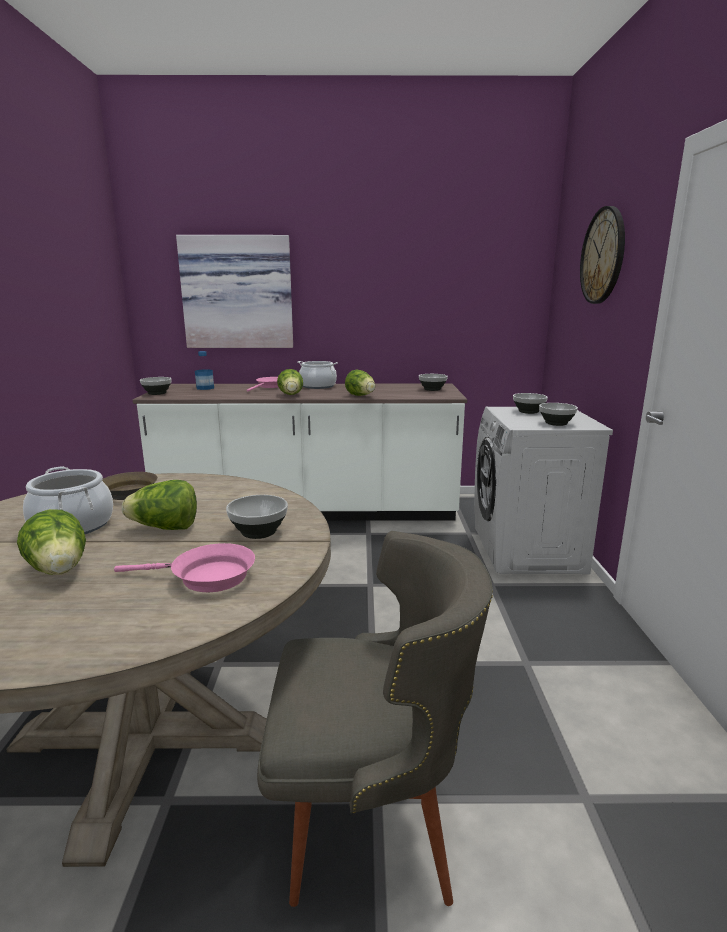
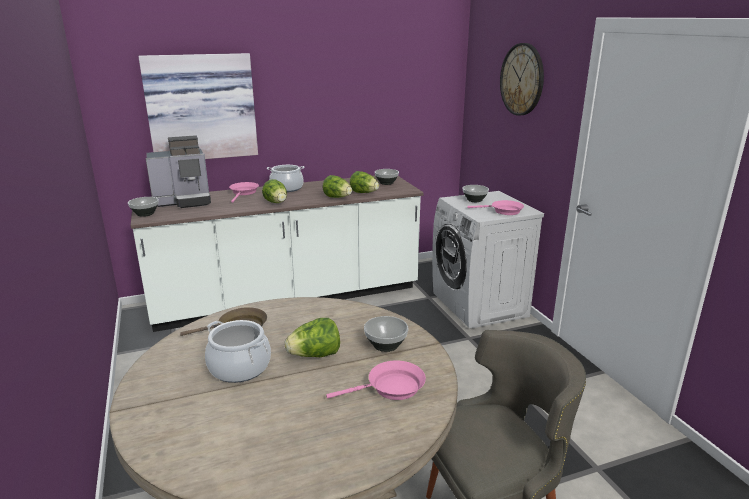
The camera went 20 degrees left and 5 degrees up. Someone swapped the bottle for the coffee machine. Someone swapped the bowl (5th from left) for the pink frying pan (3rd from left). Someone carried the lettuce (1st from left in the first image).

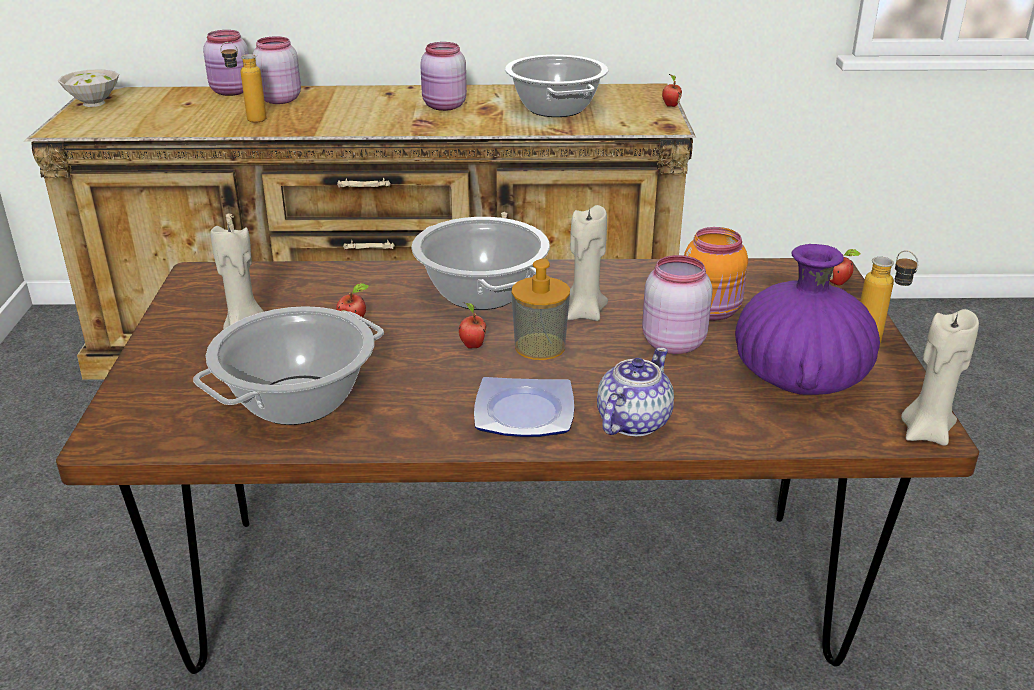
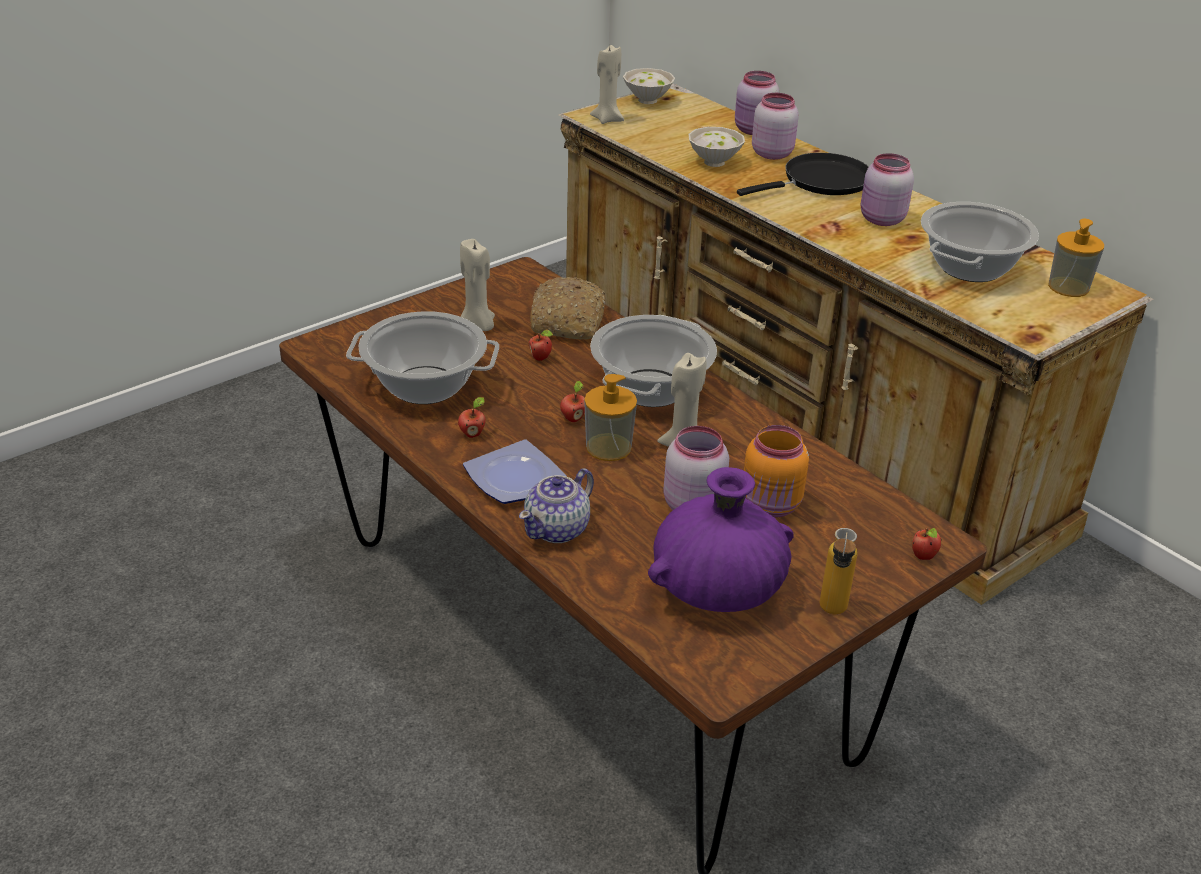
The camera went 50 degrees right and 5 degrees up. Someone swapped the bottle (1st from left) for the white bowl (2nd from left). Someone carried the apple (3rd from left in the first image). Someone carried the beige candle (3rd from left in the first image). Someone rotated the teapot by 135 degrees clockwise. Someone put down the black frying pan. Someone put down the soap dispenser (2nd from left). Someone put down the bread.

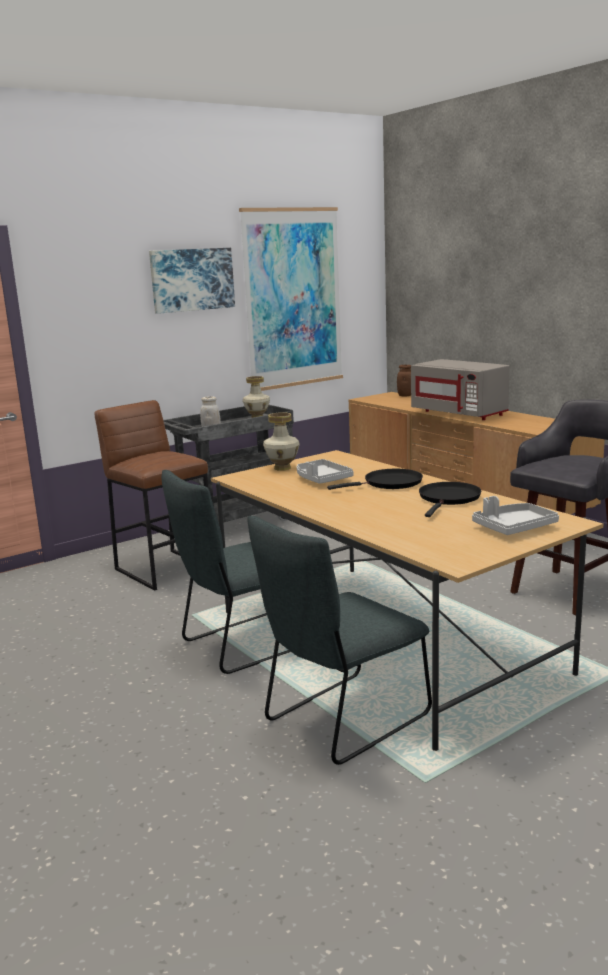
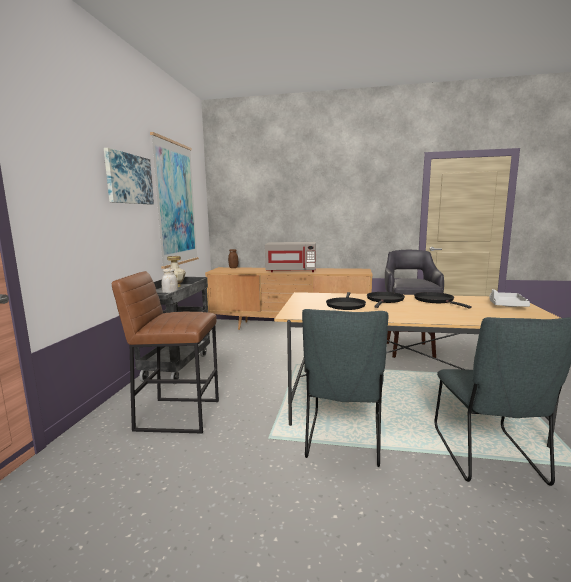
The camera went 45 degrees left and 5 degrees down. Someone took away the vase (2nd from left). Someone swapped the grey tray (1st from left) for the black frying pan (1st from left).

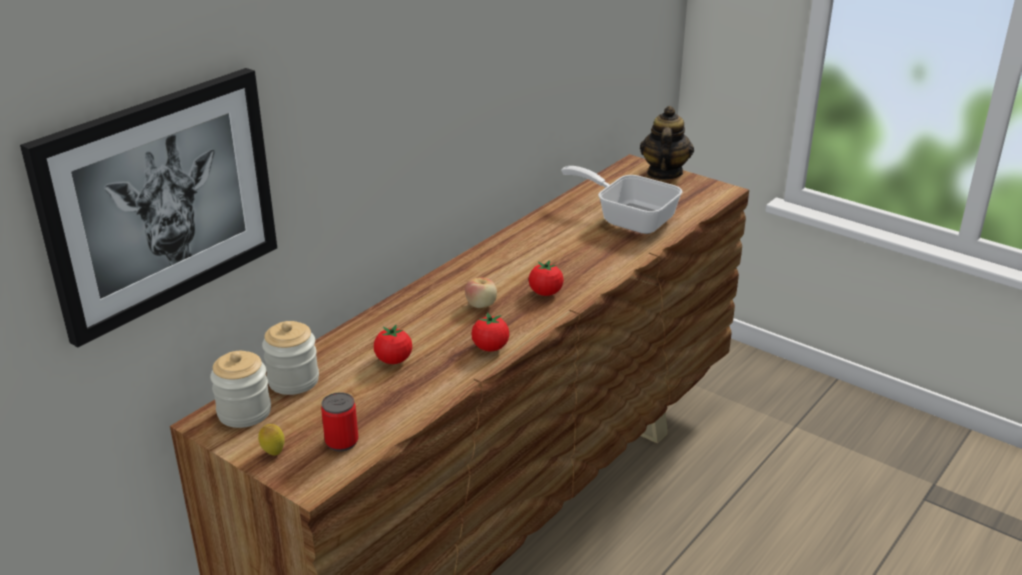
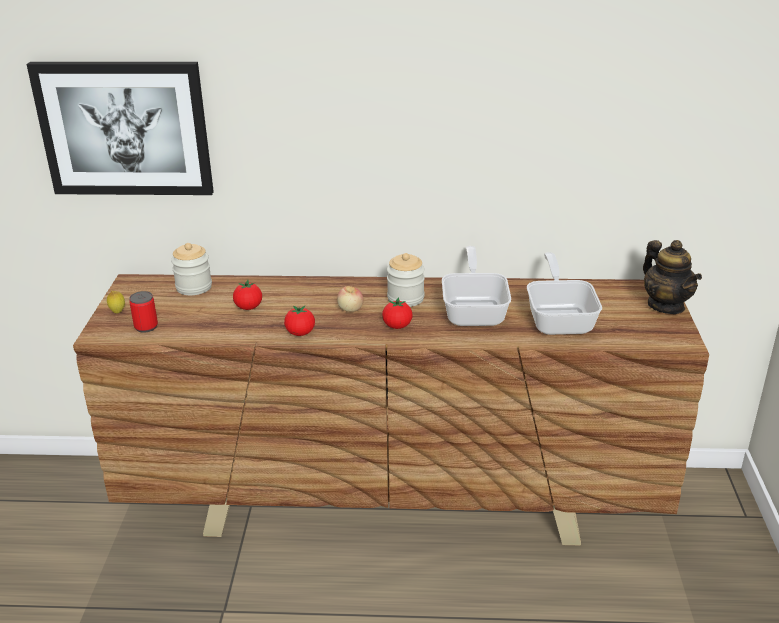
The camera went 55 degrees right and 0 degrees up. Someone rotated the teapot by 90 degrees clockwise. Someone carried the jar (1st from left in the first image). Someone put down the frying pan (1st from left).

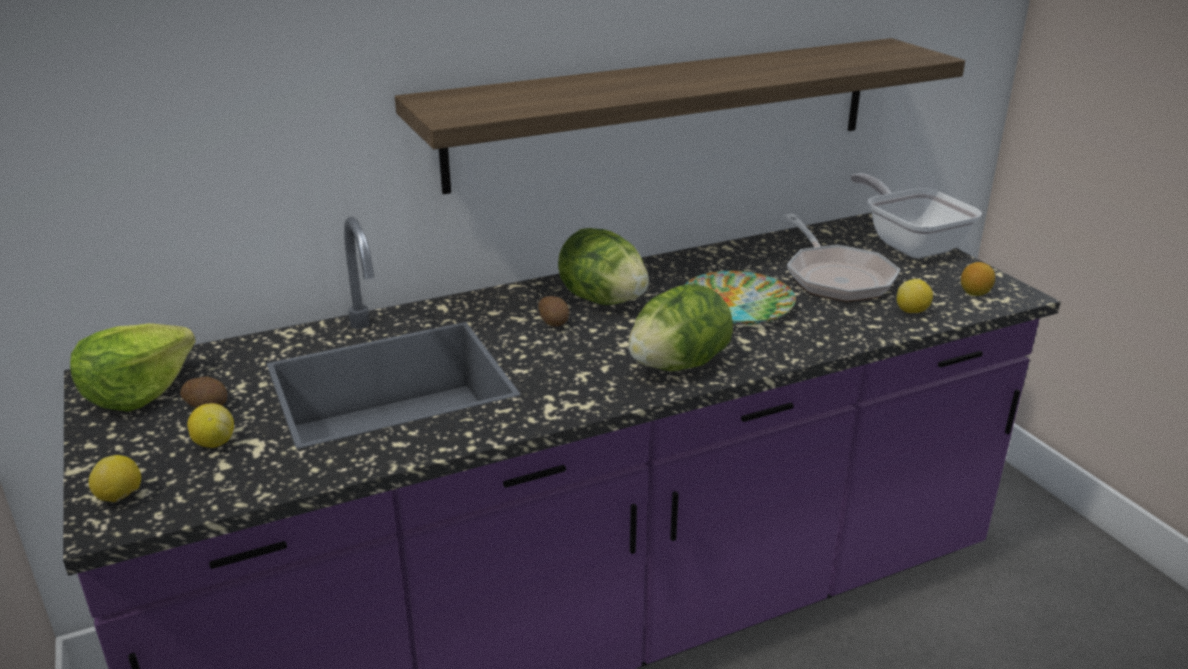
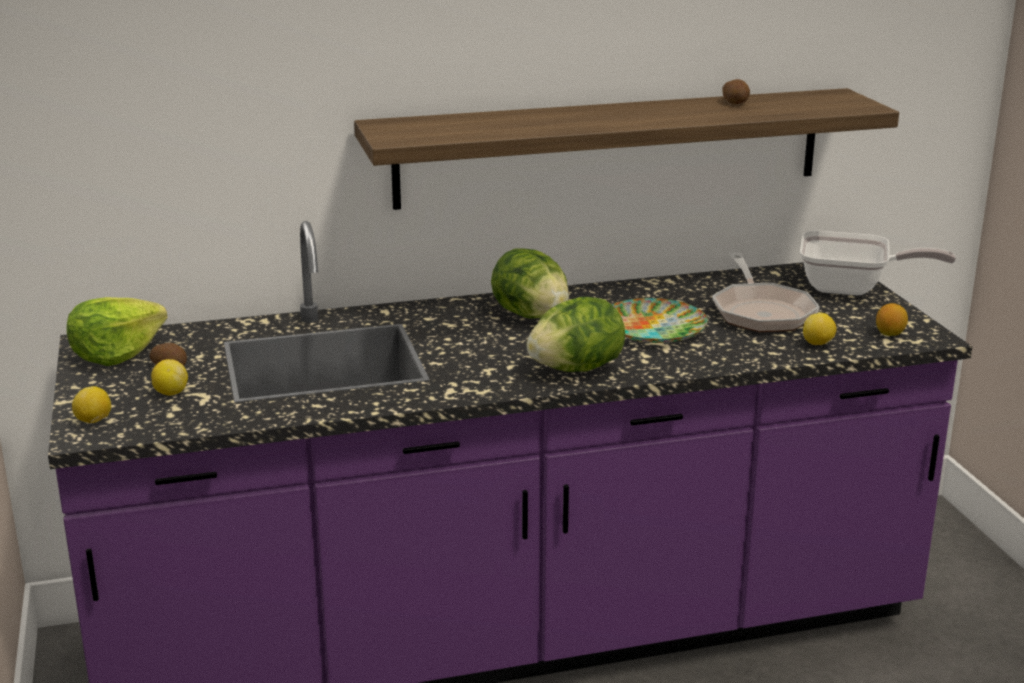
The camera went 10 degrees right and 5 degrees down. Someone rotated the frying pan (2nd from left) by 120 degrees clockwise. Someone carried the potato (2nd from left).

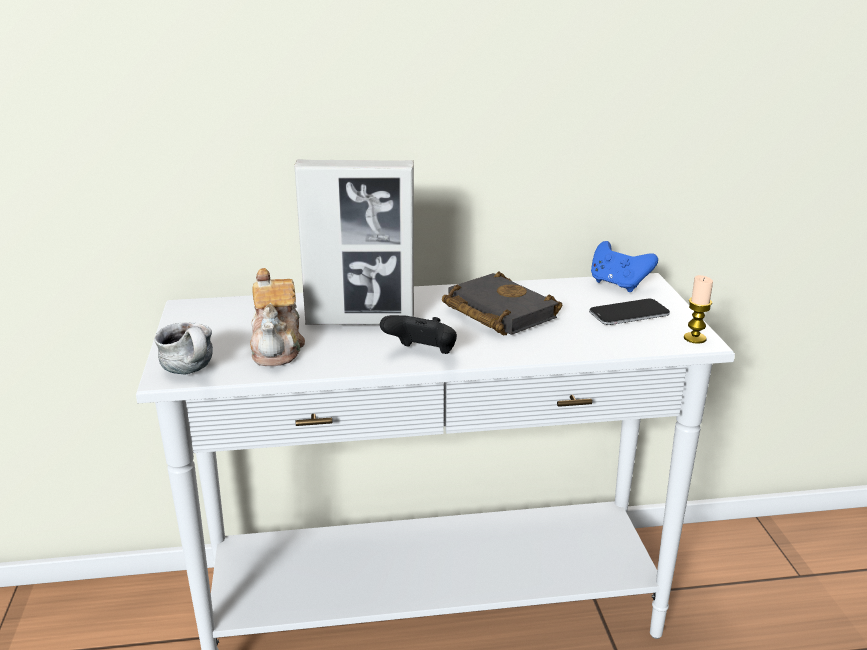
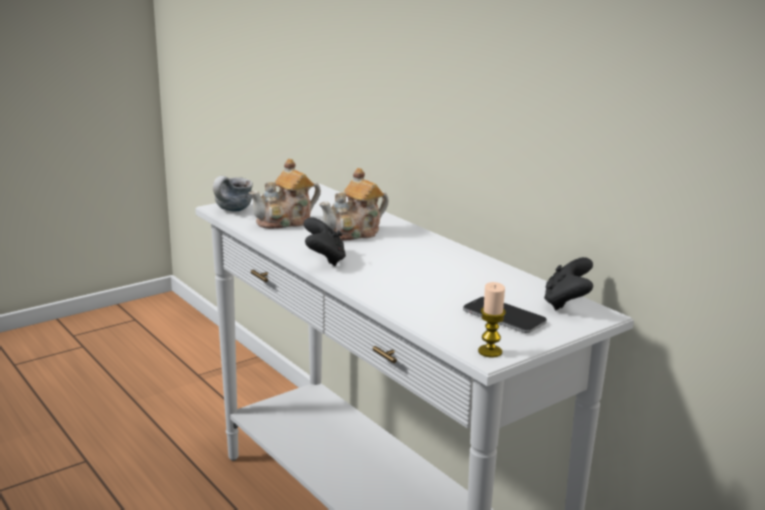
The camera went 60 degrees right and 5 degrees down. Someone swapped the picture frame for the teapot (2nd from left). Someone repainted the blue game controller, which became the black game controller (2nd from left). Someone took away the black book.

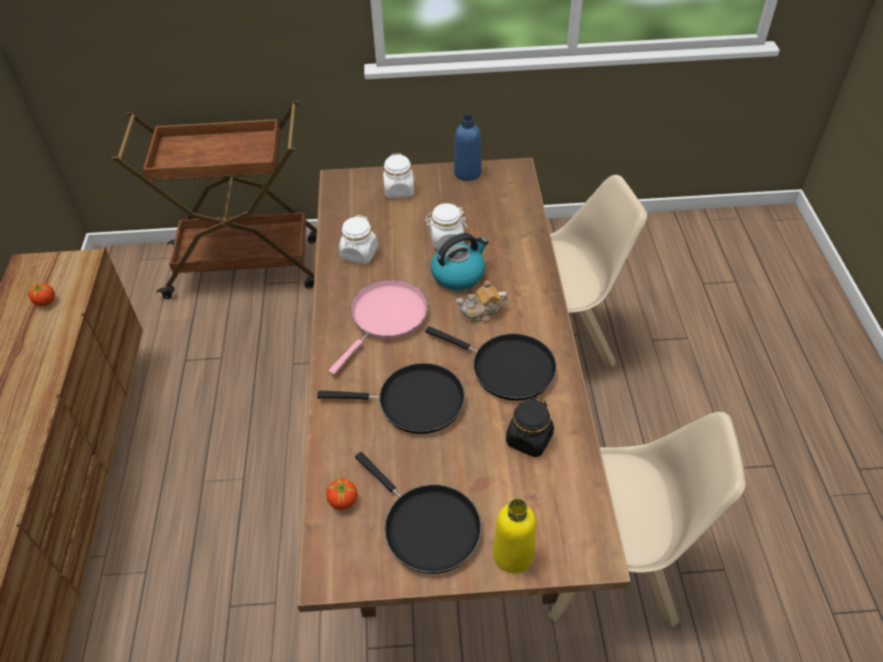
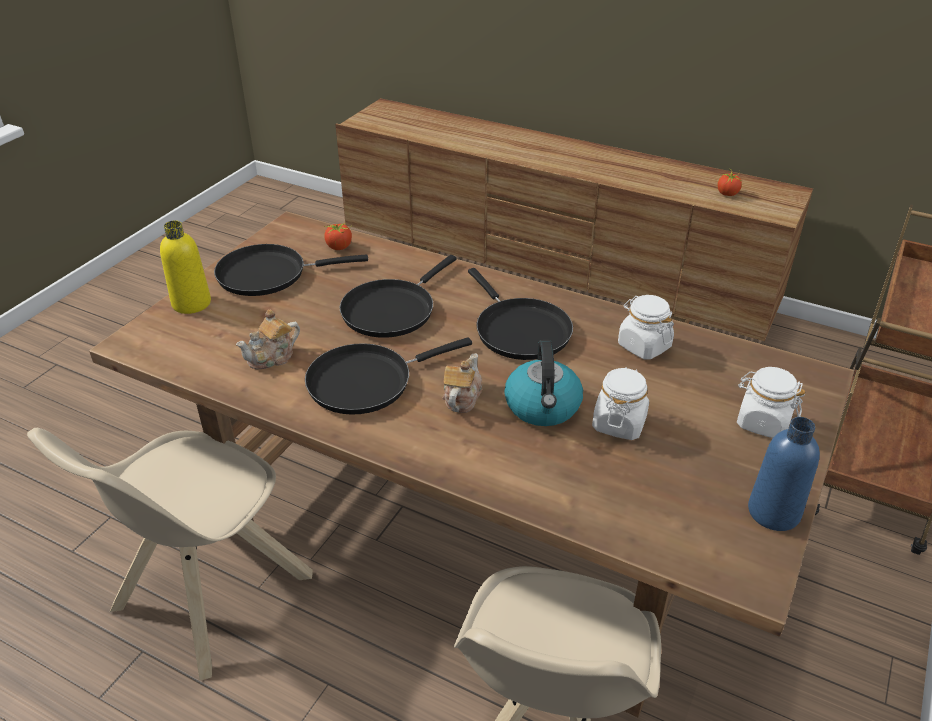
The camera went 120 degrees right and 10 degrees down. Someone repainted the pink frying pan, which became the black frying pan (4th from left). Someone swapped the black jar for the teapot (1st from left).

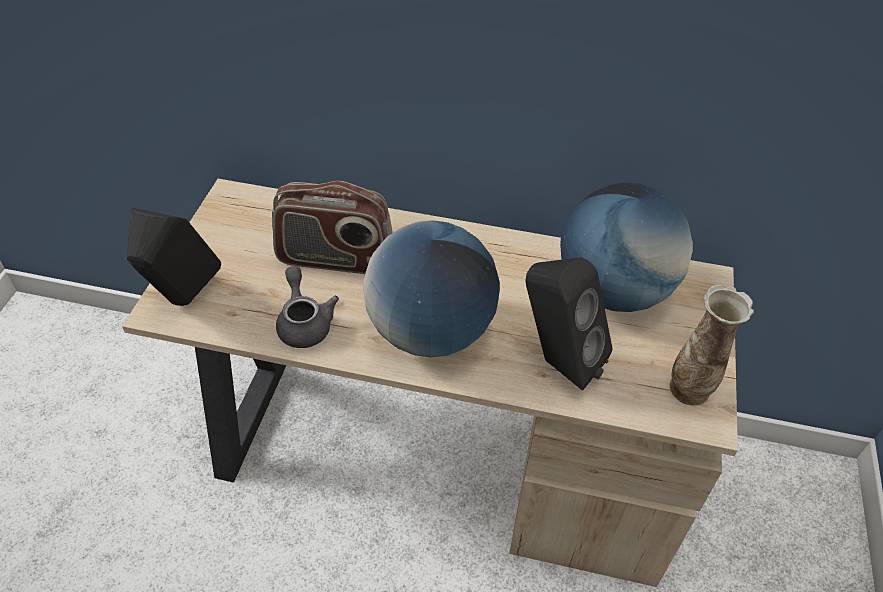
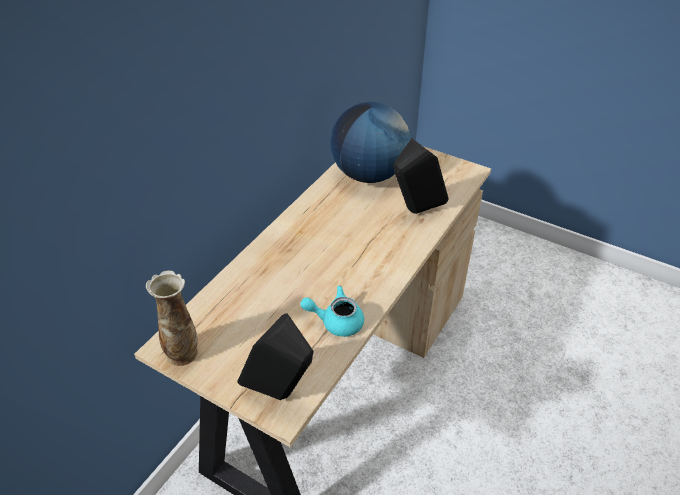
The camera went 70 degrees left and 5 degrees down. Someone took away the radio. Someone took away the globe (1st from left). Someone repainted the grey teapot, which became the turquoise teapot. Someone carried the vase.

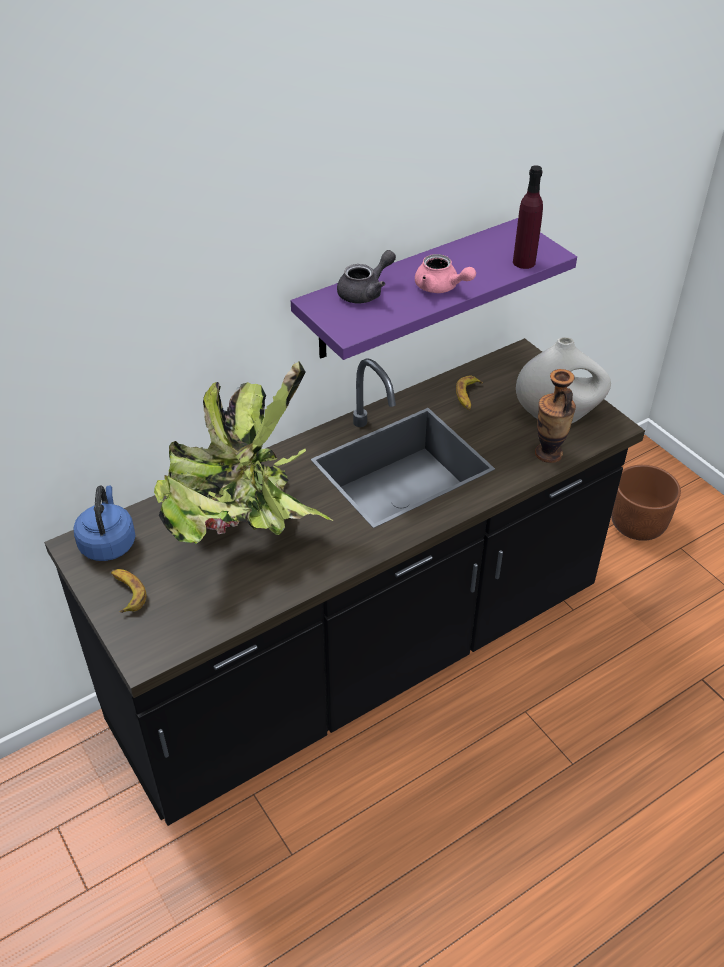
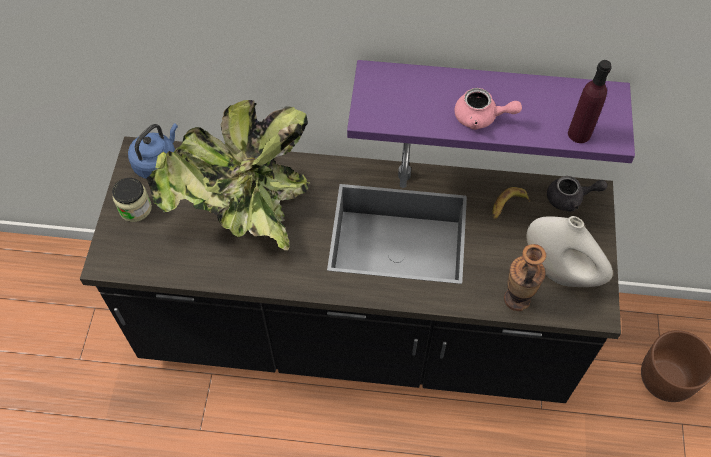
The camera went 40 degrees right and 15 degrees up. Someone carried the grey teapot. Someone rotated the pink teapot by 60 degrees counterclockwise. Someone swapped the banana (1st from left) for the jar.

